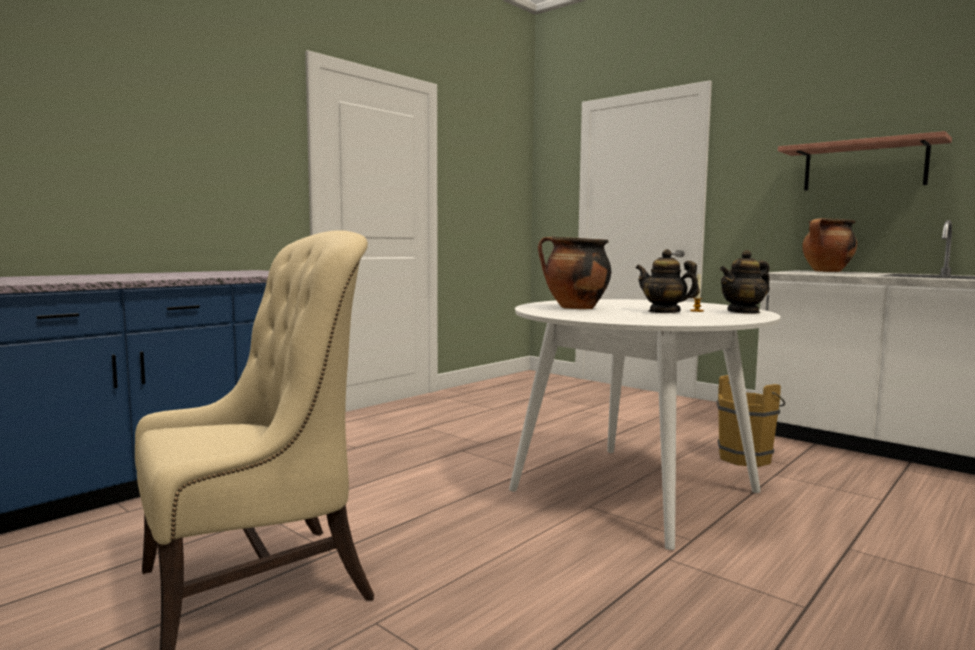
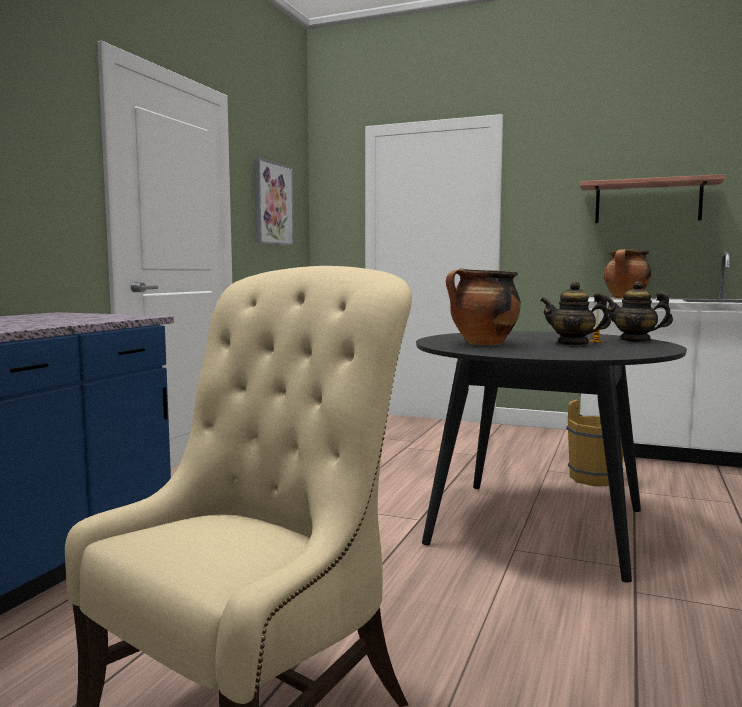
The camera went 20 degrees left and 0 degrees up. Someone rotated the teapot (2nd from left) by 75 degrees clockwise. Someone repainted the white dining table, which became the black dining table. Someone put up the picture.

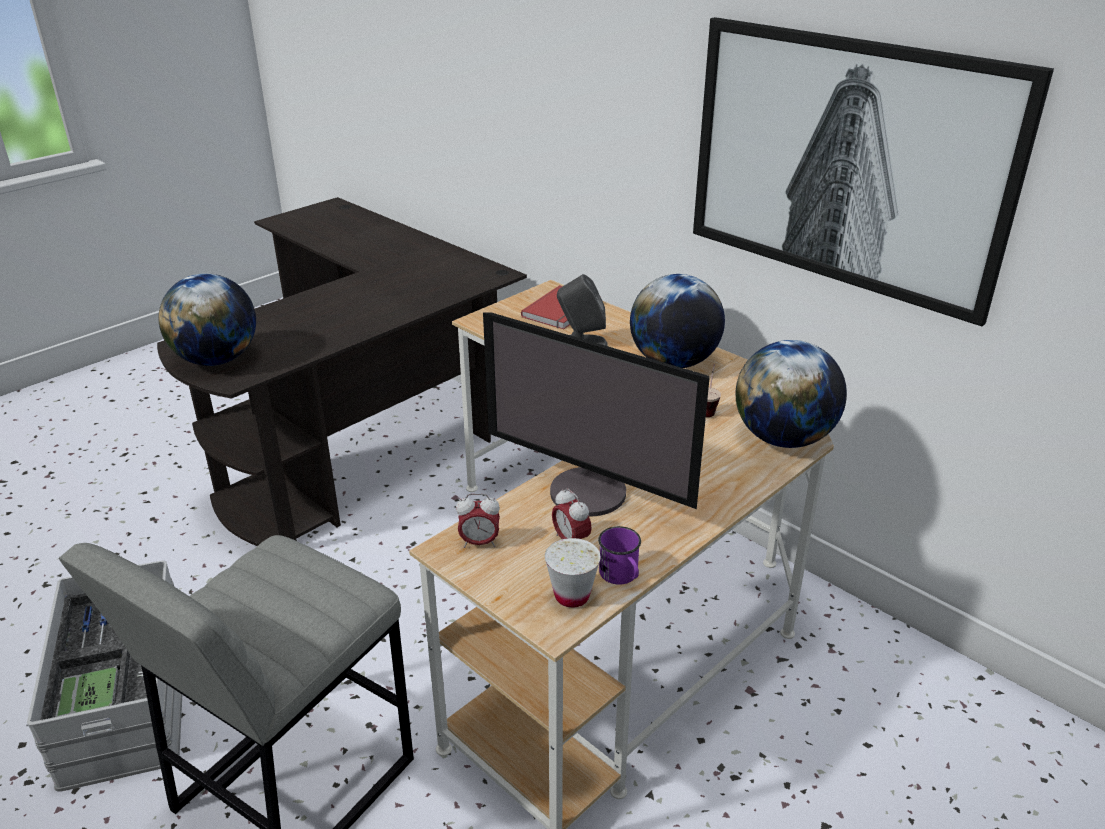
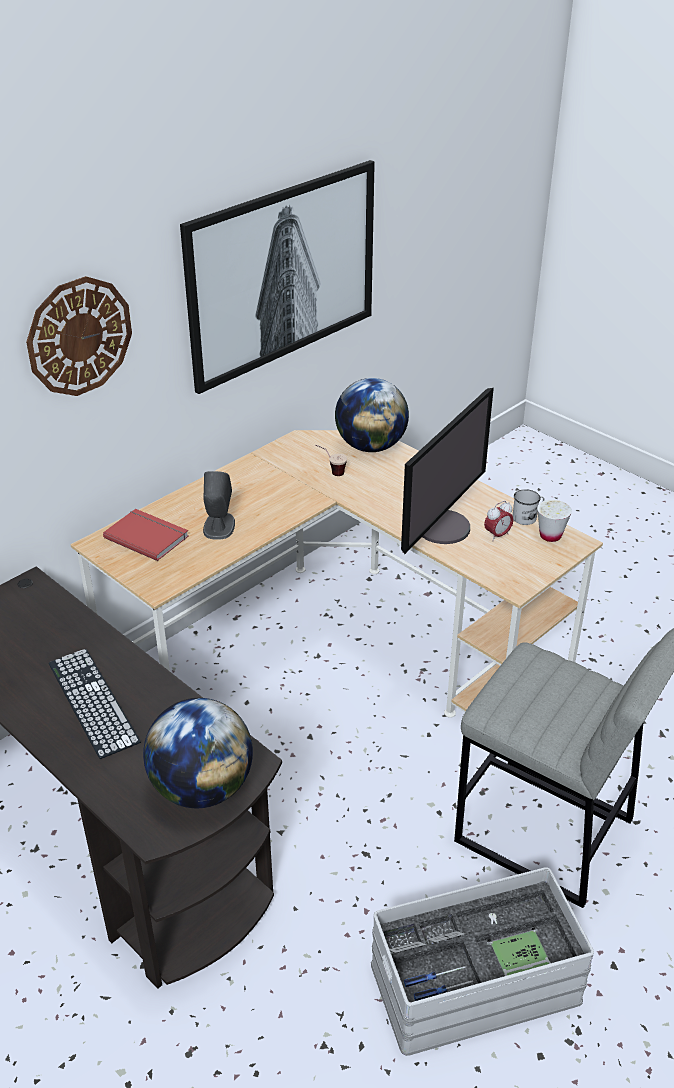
The camera went 90 degrees left and 5 degrees up. Someone took away the globe (2nd from left). Someone took away the alarm clock (1st from left). Someone repainted the purple mug, which became the white mug. Someone put up the wall clock. Someone put down the keyboard.

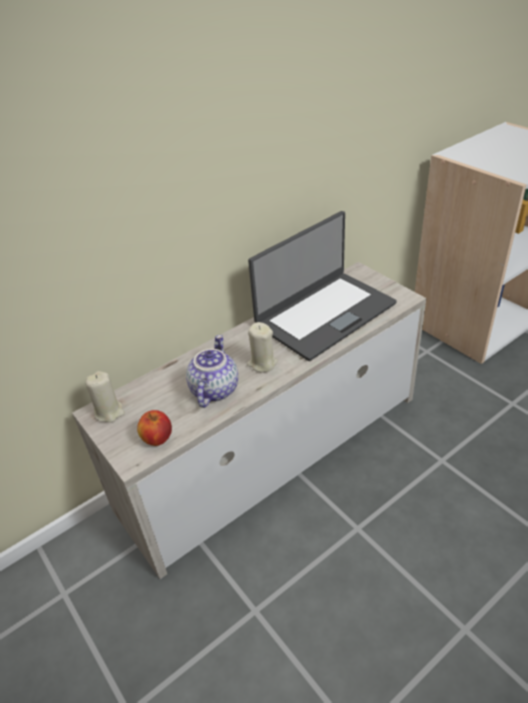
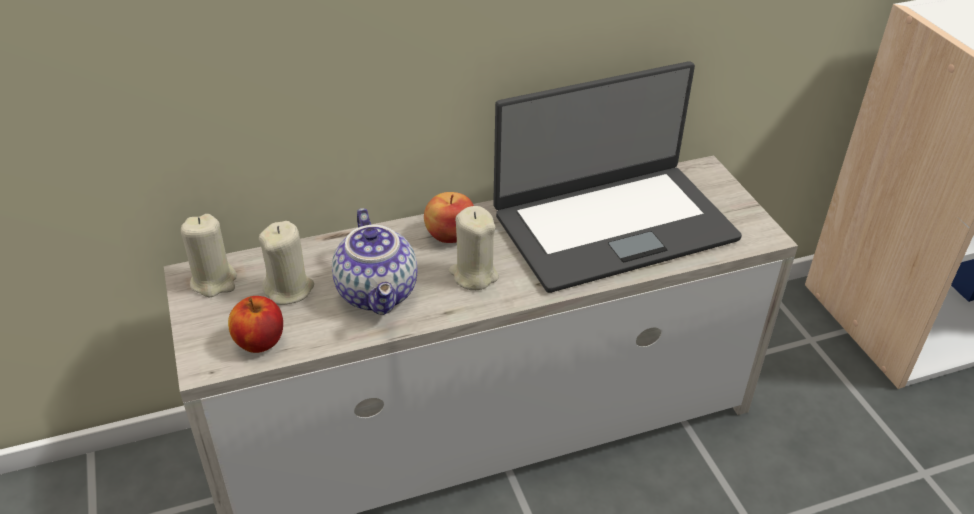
The camera went 15 degrees right and 0 degrees up. Someone rotated the teapot by 135 degrees clockwise. Someone put down the apple (2nd from left). Someone put down the beige candle (2nd from left).

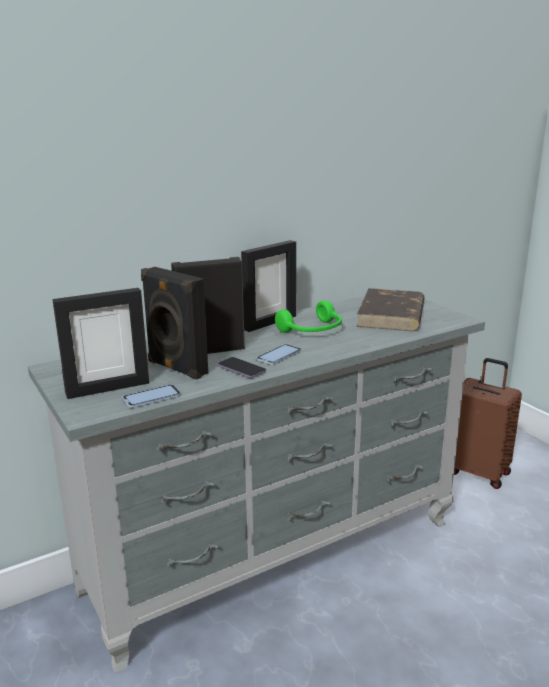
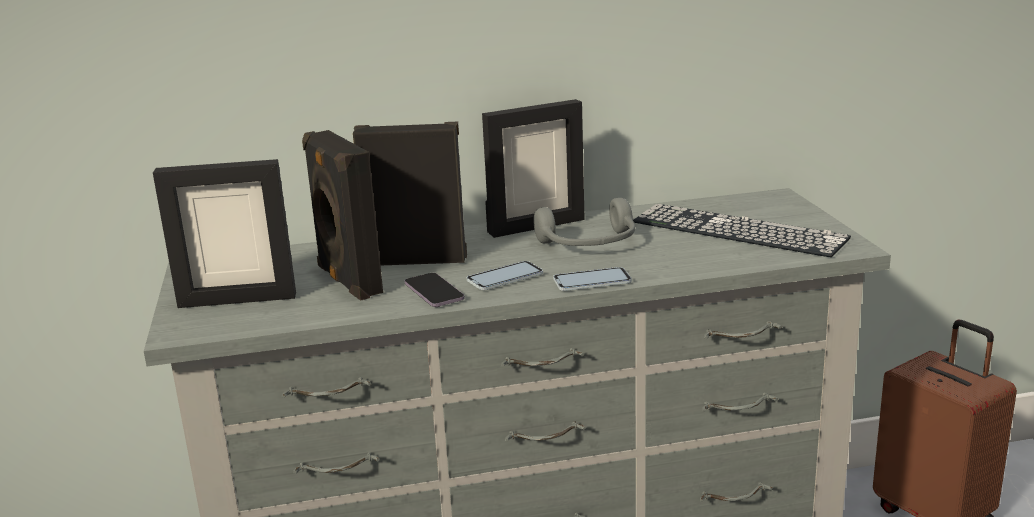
The camera went 20 degrees right and 0 degrees up. Someone swapped the brown book for the keyboard. Someone repainted the green headphones, which became the grey headphones. Someone carried the phone (1st from left in the first image).

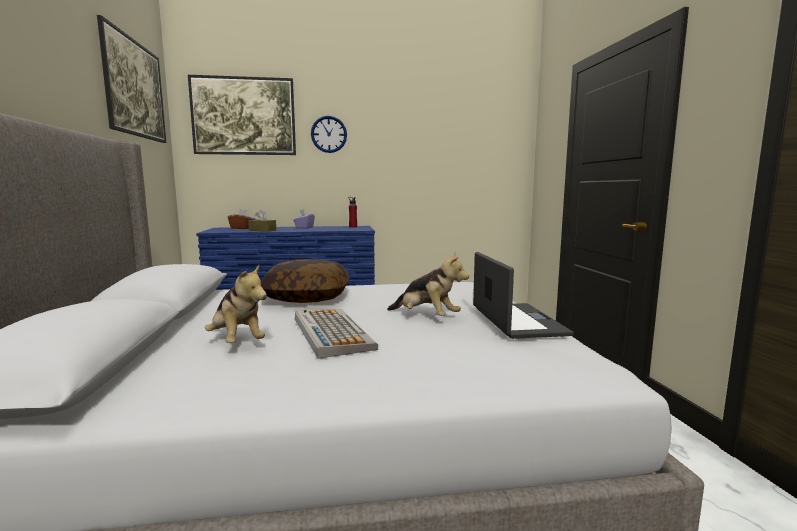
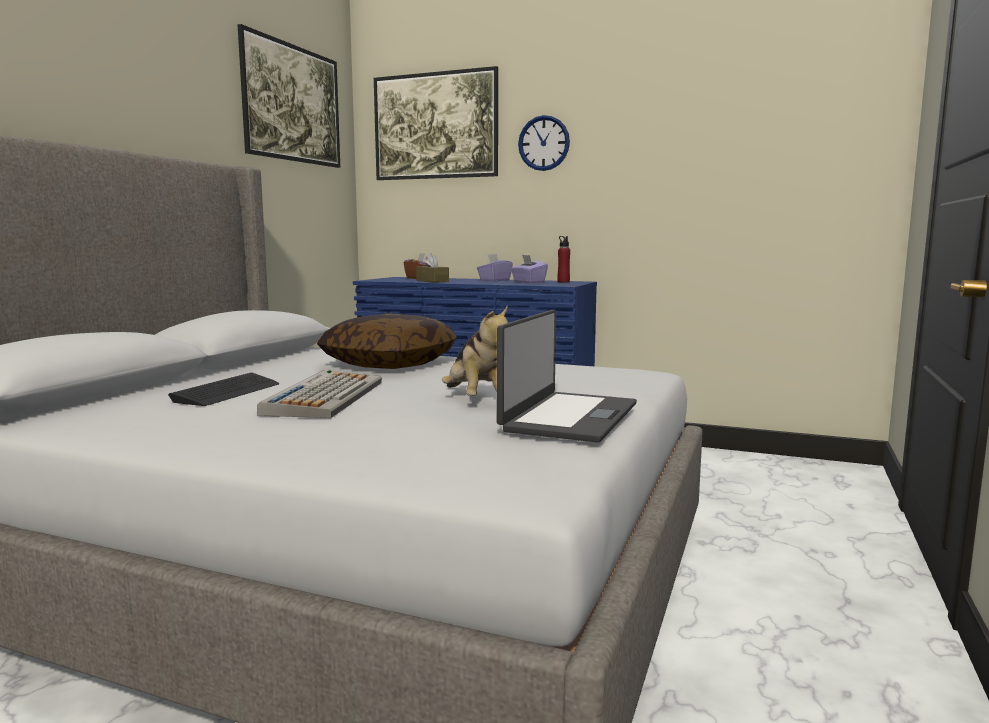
The camera went 30 degrees right and 0 degrees up. Someone swapped the plush toy (1st from left) for the keyboard (1st from left). Someone put down the purple tissue box (2nd from left).

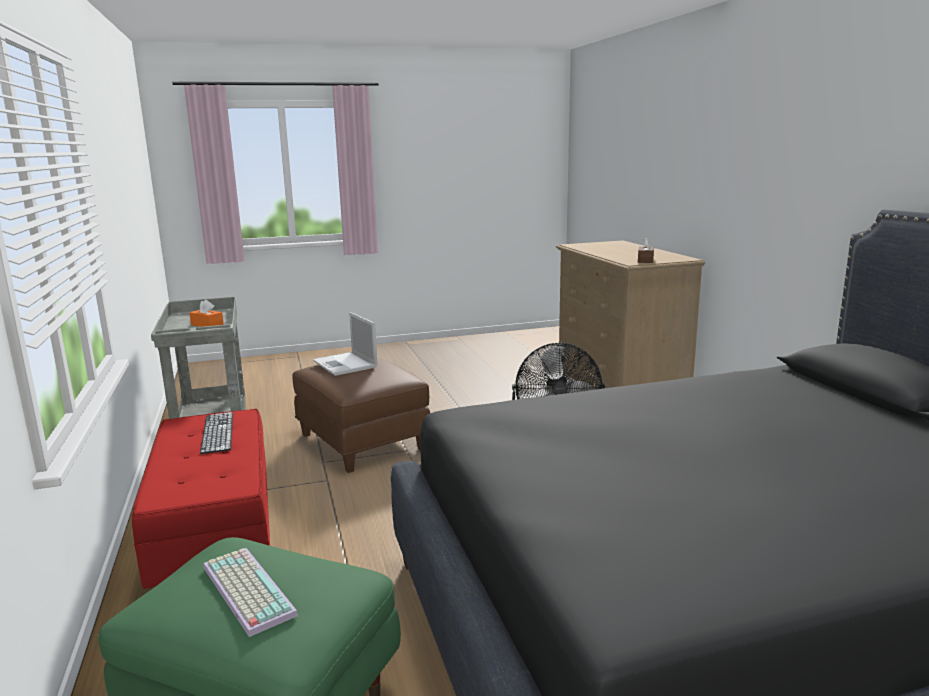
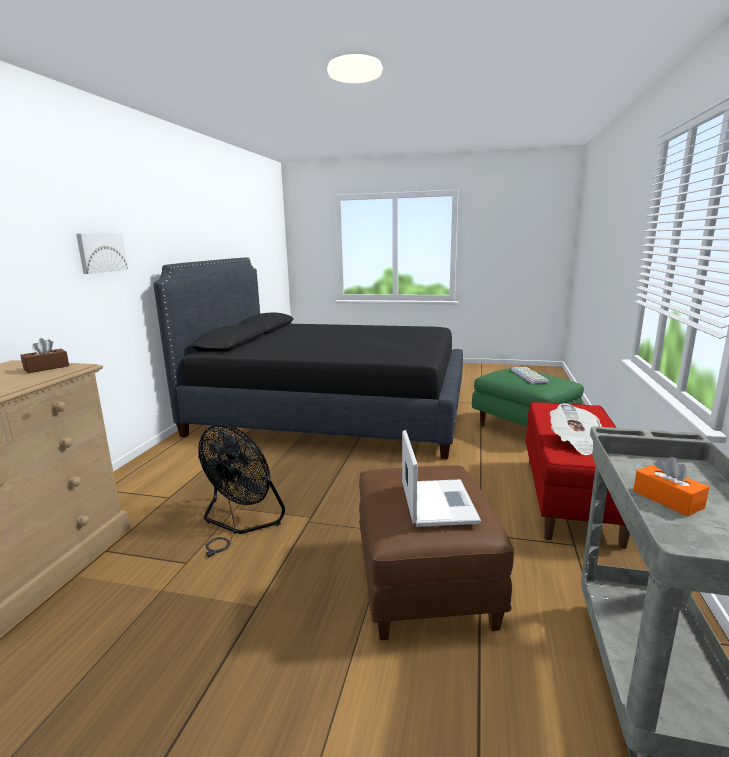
The camera went 150 degrees left and 0 degrees up. Someone swapped the keyboard (1st from left) for the newspaper. Someone put up the picture.

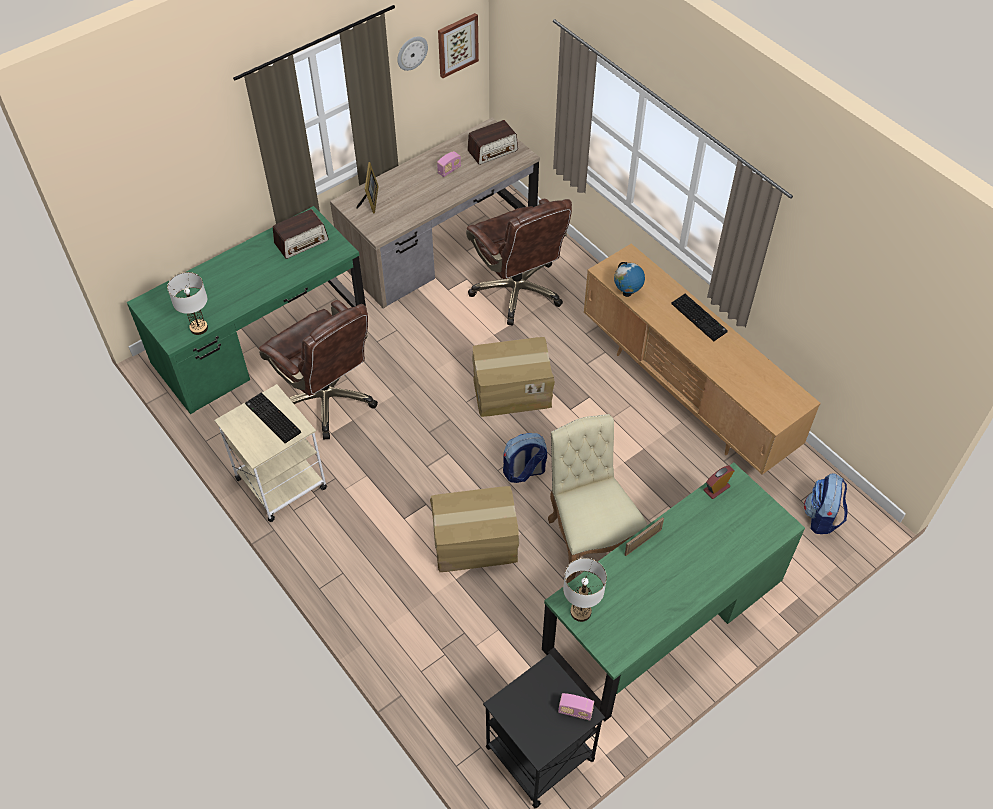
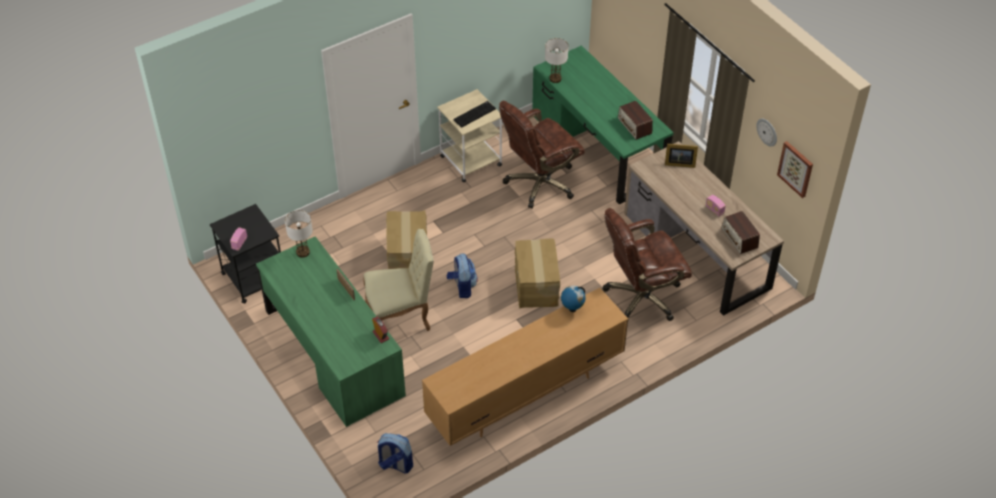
The camera went 95 degrees right and 5 degrees down. Someone took away the keyboard (2nd from left).

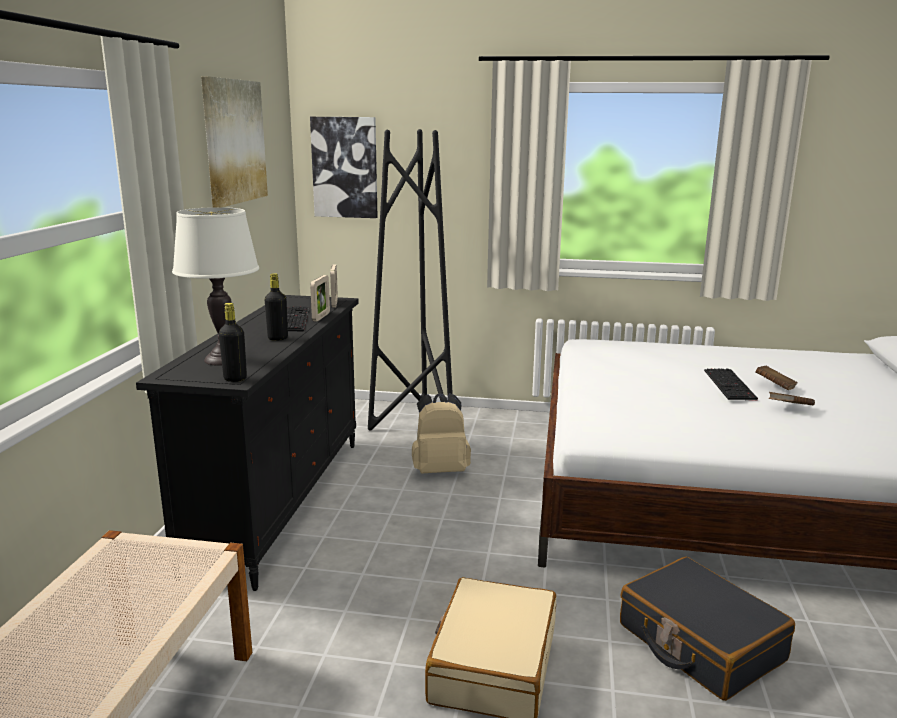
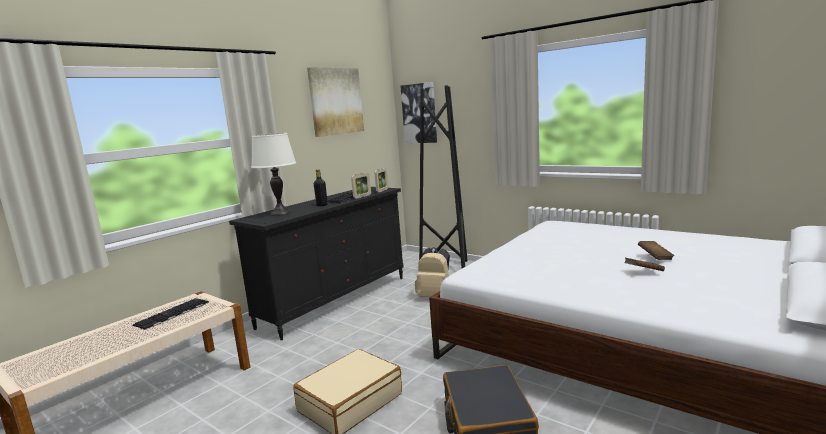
The camera went 30 degrees right and 5 degrees down. Someone took away the black bottle (1st from left). Someone carried the keyboard (2nd from left in the first image).

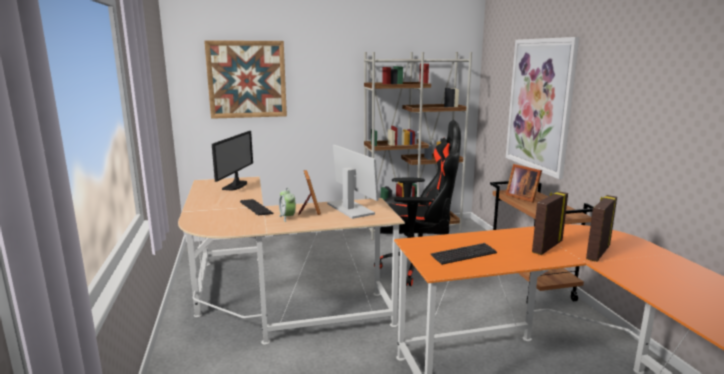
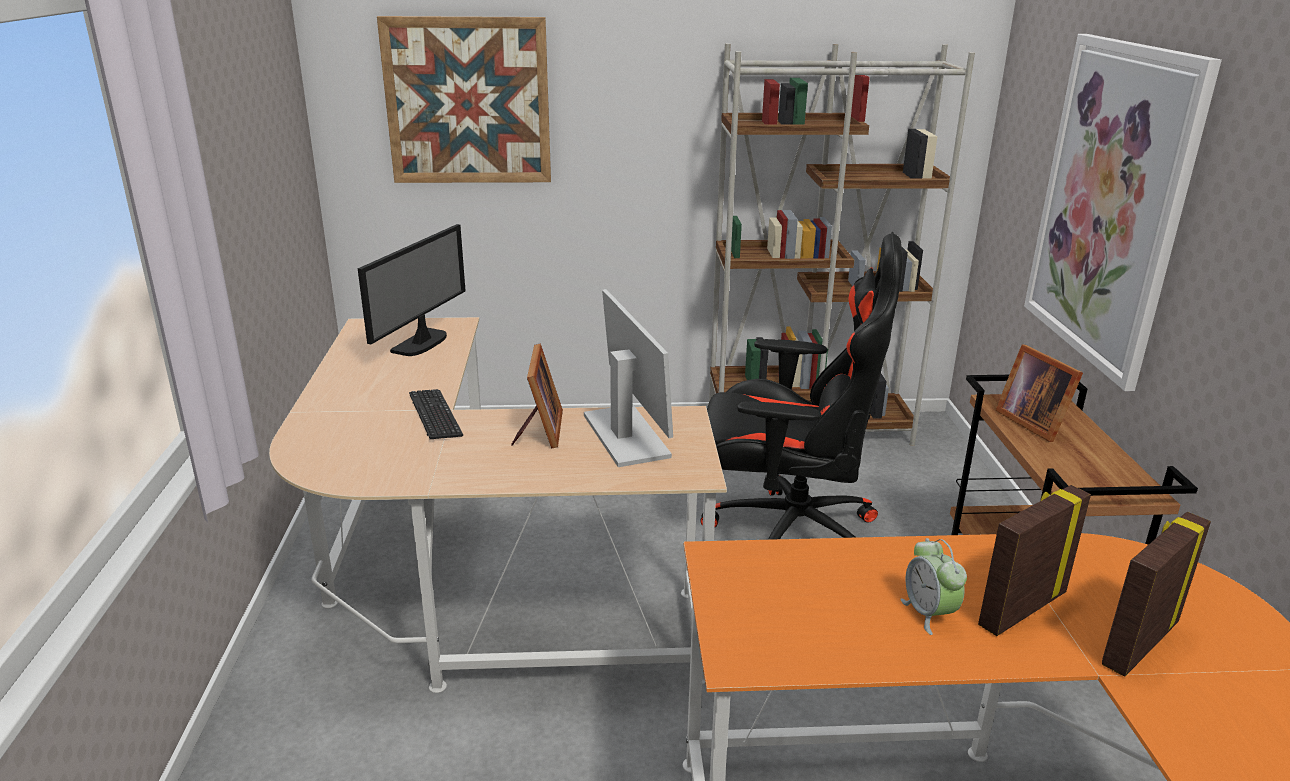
The camera went 10 degrees right and 10 degrees up. Someone carried the alarm clock. Someone took away the keyboard (2nd from left).

